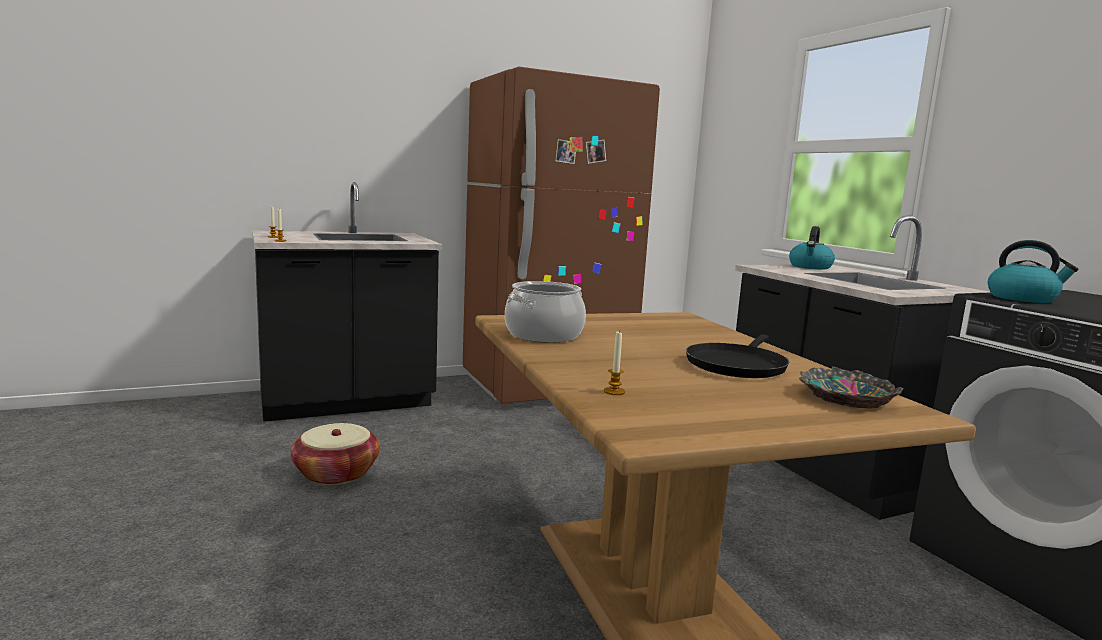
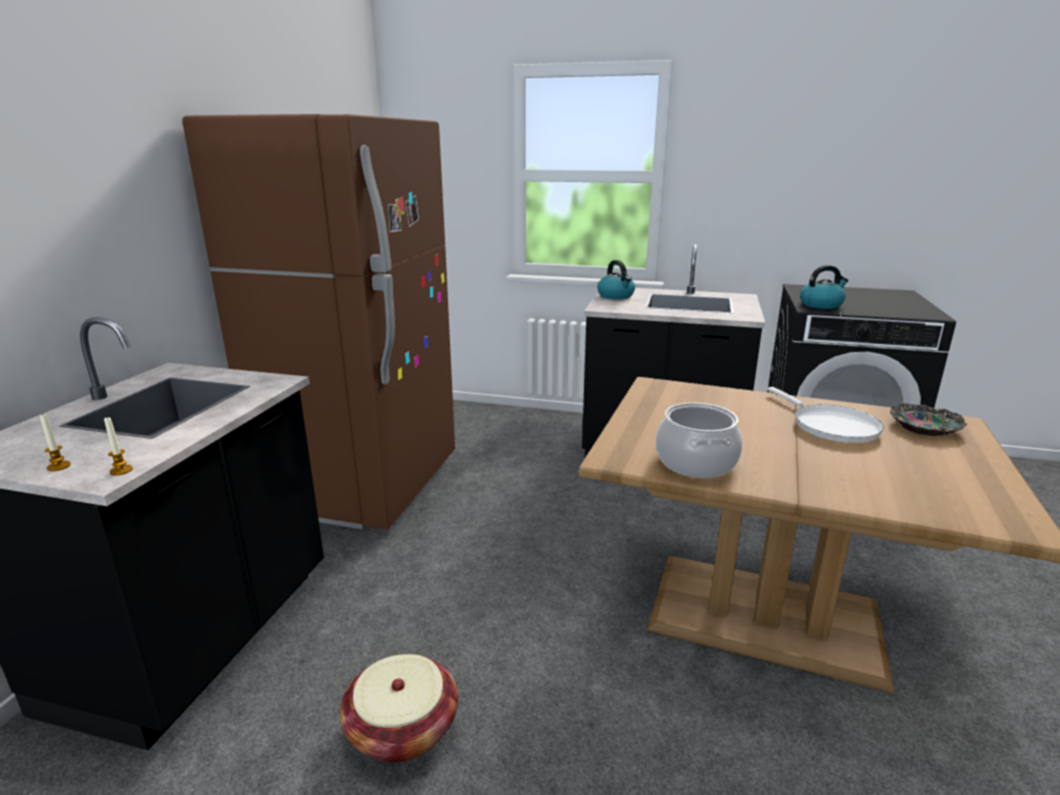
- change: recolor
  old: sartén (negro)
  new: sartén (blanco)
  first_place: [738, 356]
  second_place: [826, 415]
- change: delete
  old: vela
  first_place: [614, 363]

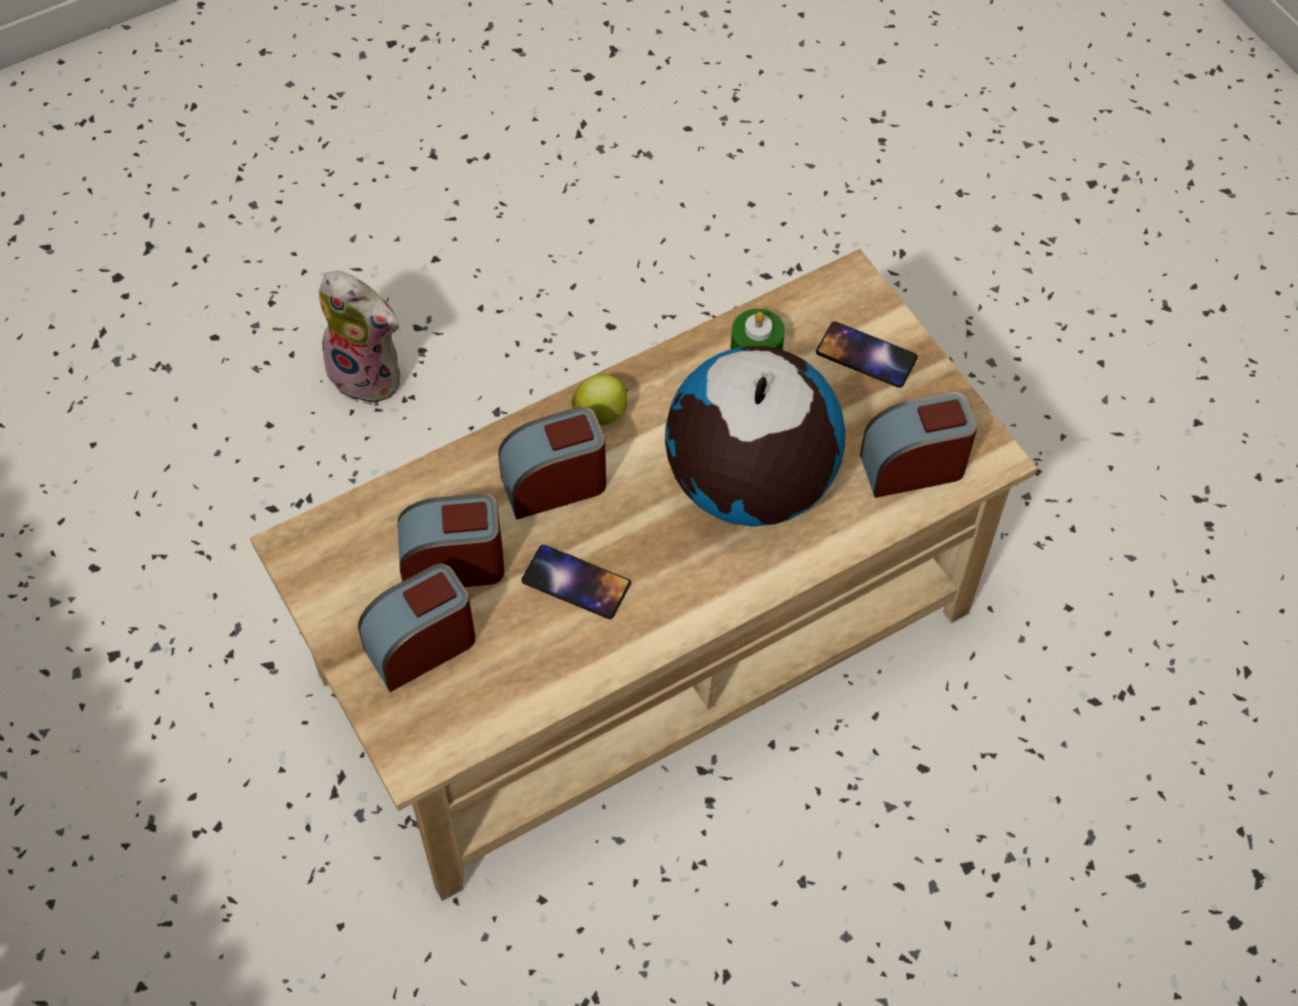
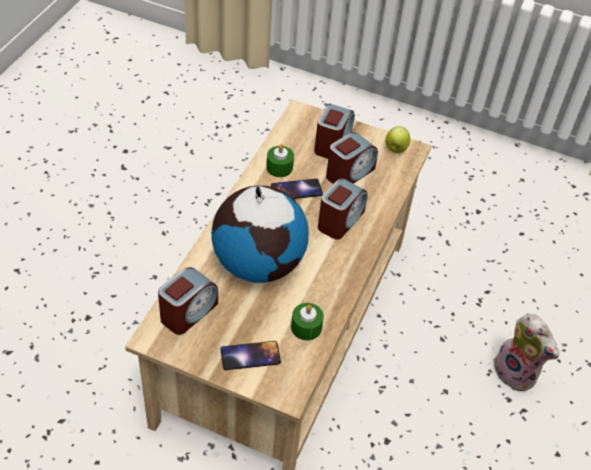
- change: insert
  new: vela (verde)
  second_place: [280, 160]
- change: move
  old: manzana
  first_place: [600, 400]
  second_place: [397, 139]
- change: rotate
  old: peluche
  first_place: [359, 338]
  second_place: [526, 352]
  degrees: -120

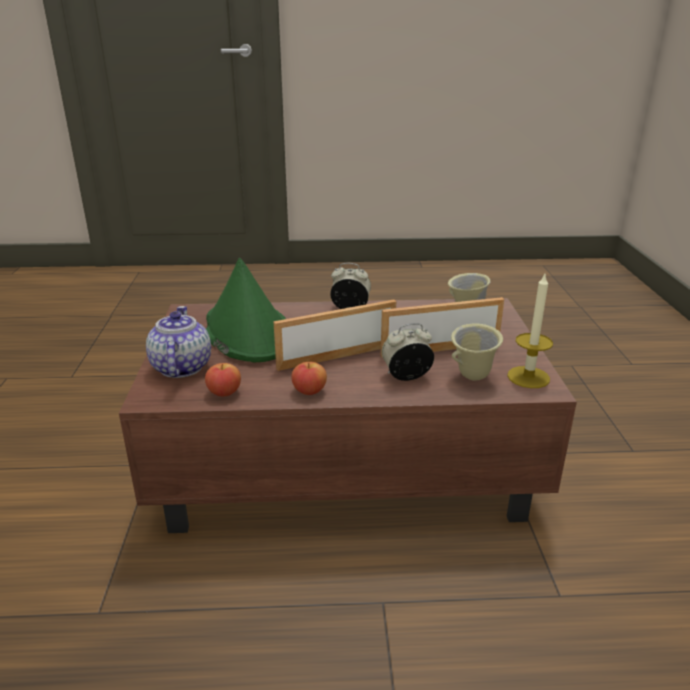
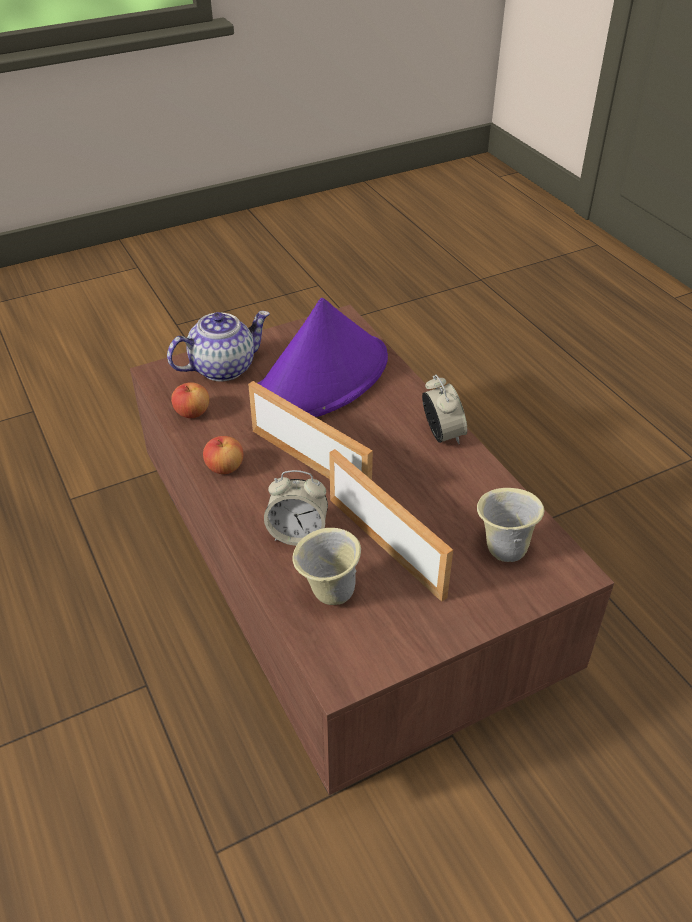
- change: recolor
  old: sombrero (verde)
  new: sombrero (morado)
  first_place: [246, 310]
  second_place: [323, 357]
- change: rotate
  old: despertador
  first_place: [408, 352]
  second_place: [296, 508]
  degrees: 135
- change: delete
  old: vela
  first_place: [530, 330]

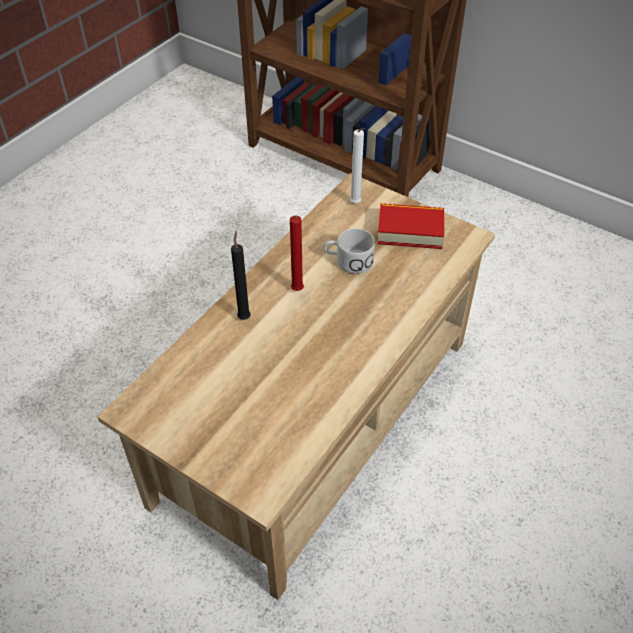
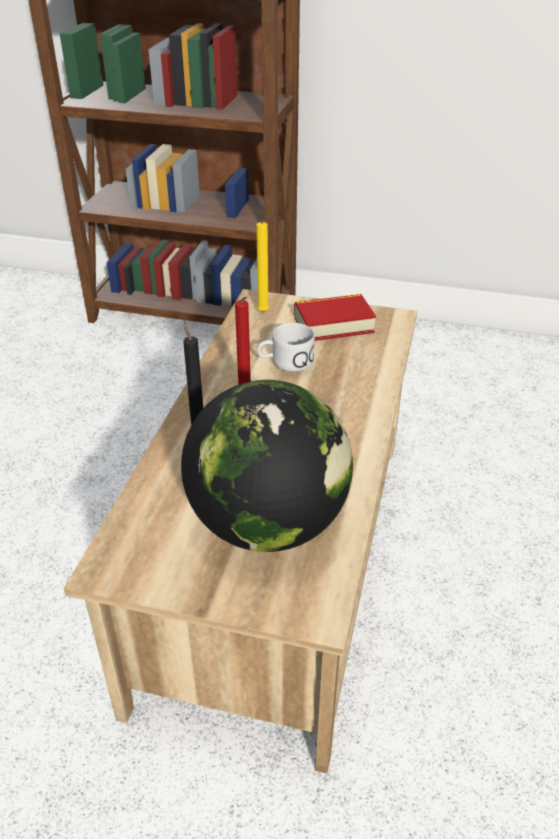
- change: insert
  new: globo terráqueo
  second_place: [267, 466]
- change: recolor
  old: vela (blanco)
  new: vela (amarillo)
  first_place: [357, 165]
  second_place: [263, 264]

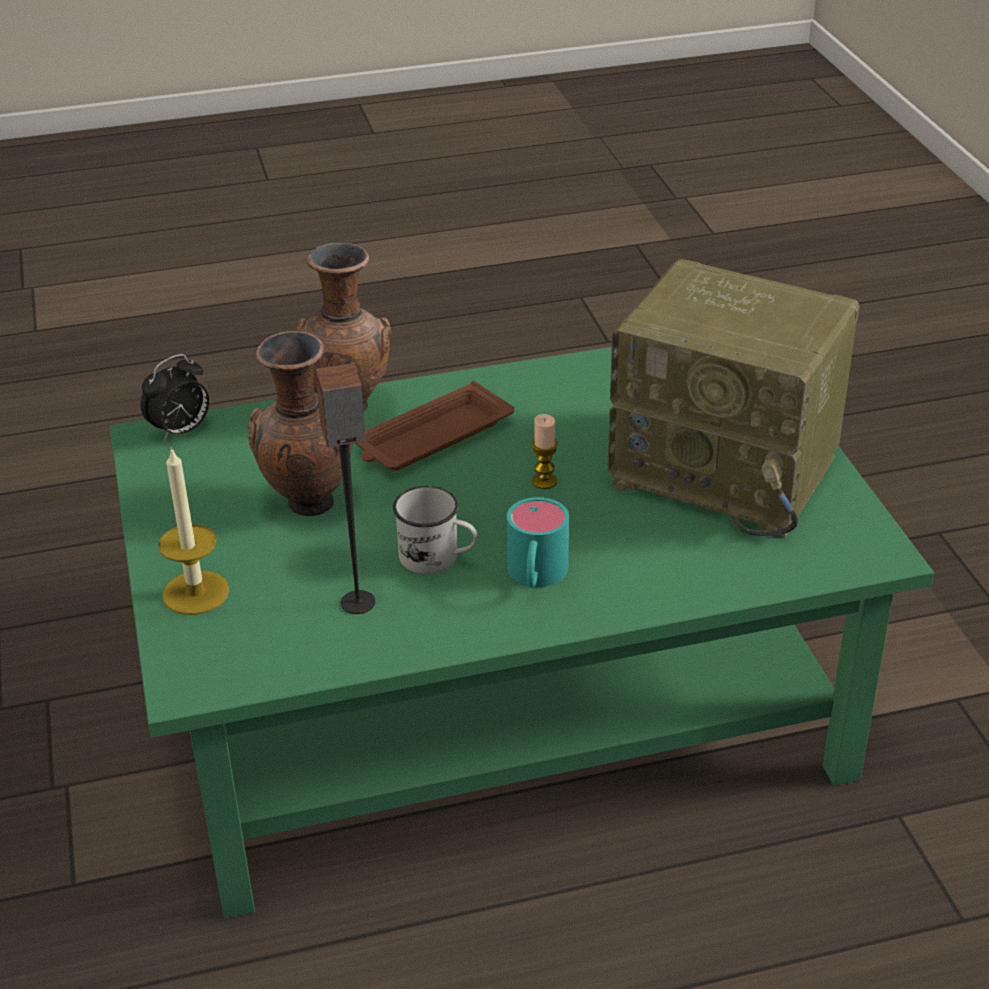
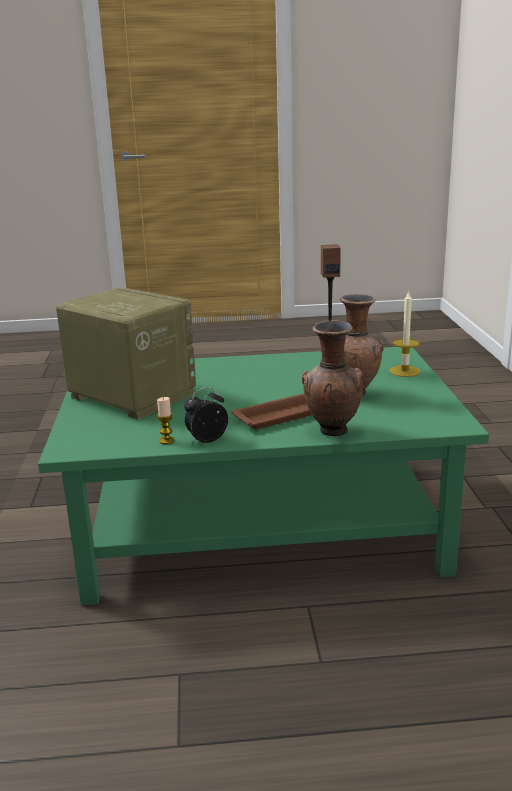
- change: move
  old: vela
  first_place: [545, 451]
  second_place: [166, 420]
- change: move
  old: despertador
  first_place: [174, 398]
  second_place: [206, 415]
- change: delete
  old: taza grande (blanco)
  first_place: [435, 530]
- change: delete
  old: taza grande (turquesa)
  first_place: [538, 542]

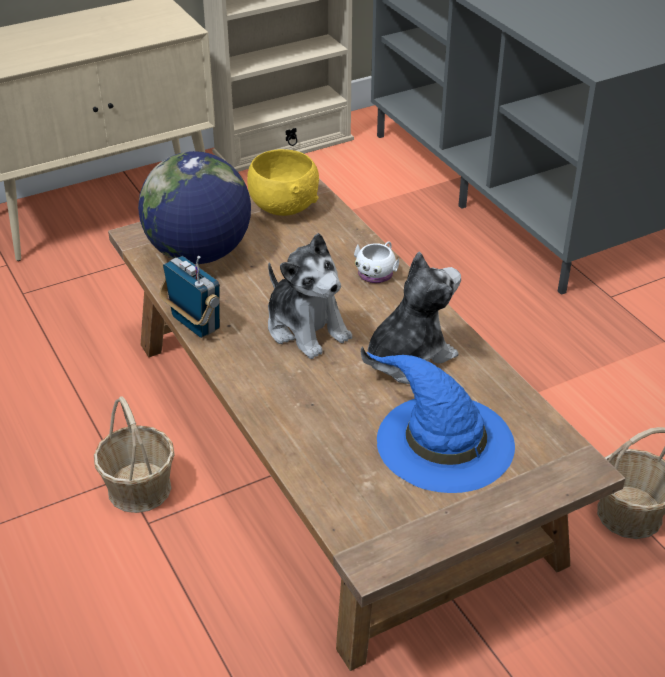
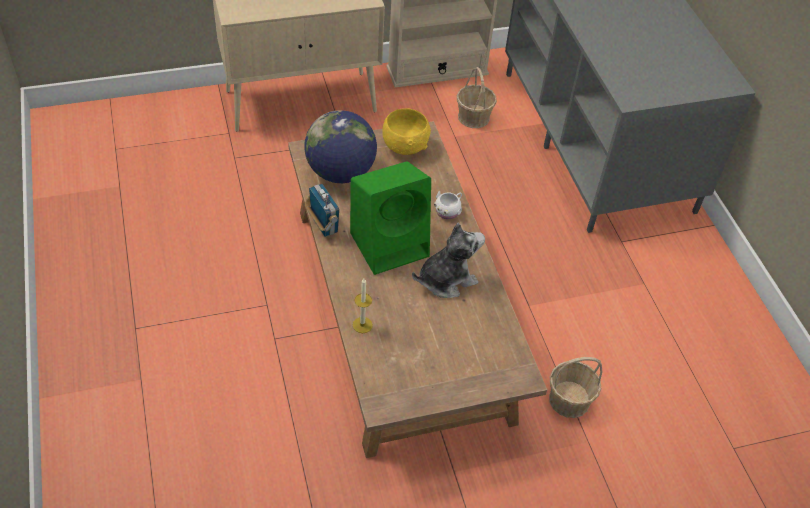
- change: replace
  old: peluche
  new: altavoz (verde)
  first_place: [310, 296]
  second_place: [390, 218]
- change: insert
  new: vela
  second_place: [363, 306]
- change: move
  old: cesta
  first_place: [134, 454]
  second_place: [477, 97]
- change: delete
  old: sombrero (azul)
  first_place: [441, 422]

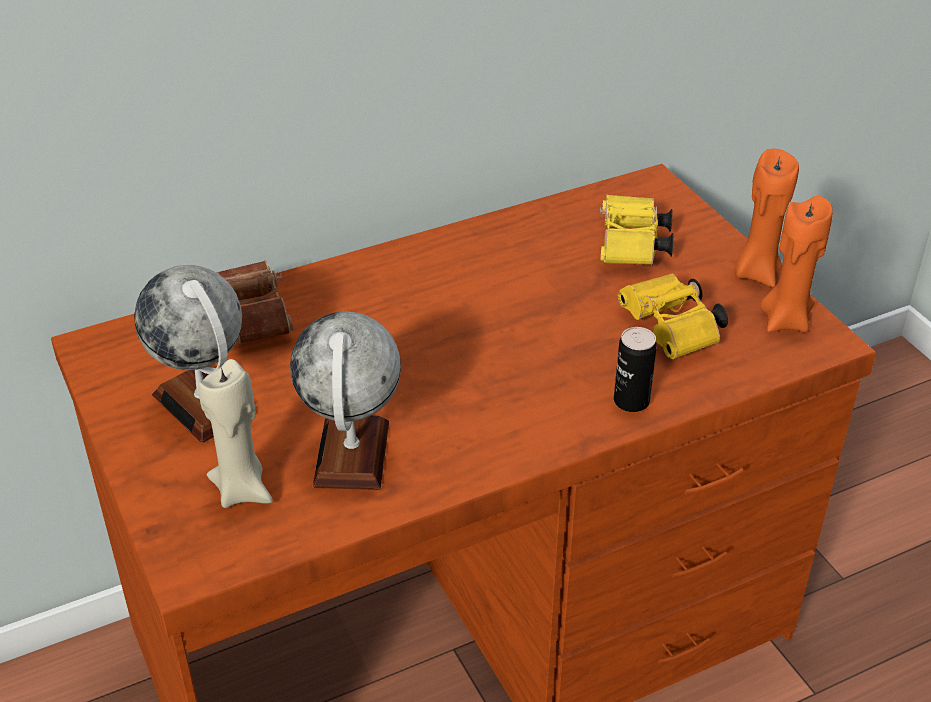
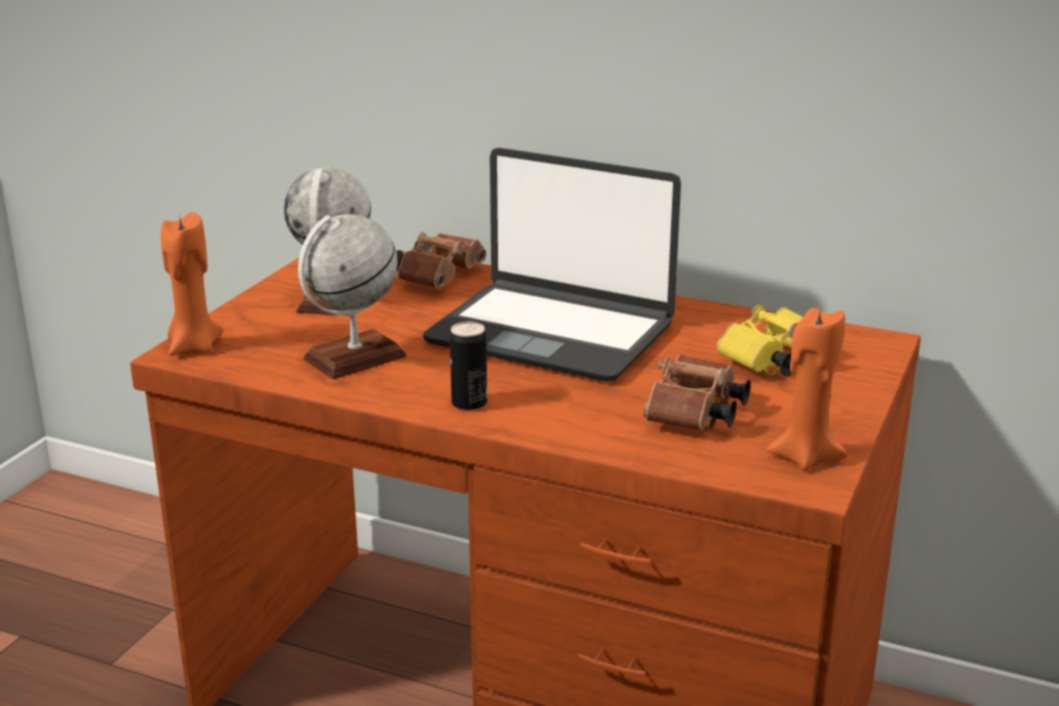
- change: move
  old: vela (naranja)
  first_place: [766, 218]
  second_place: [192, 284]
- change: insert
  new: portátil
  second_place: [552, 265]
- change: move
  old: lata
  first_place: [635, 369]
  second_place: [468, 366]
- change: recolor
  old: prismáticos (amarillo)
  new: prismáticos (marrón)
  first_place: [672, 316]
  second_place: [697, 392]
- change: delete
  old: vela (beis)
  first_place: [235, 433]

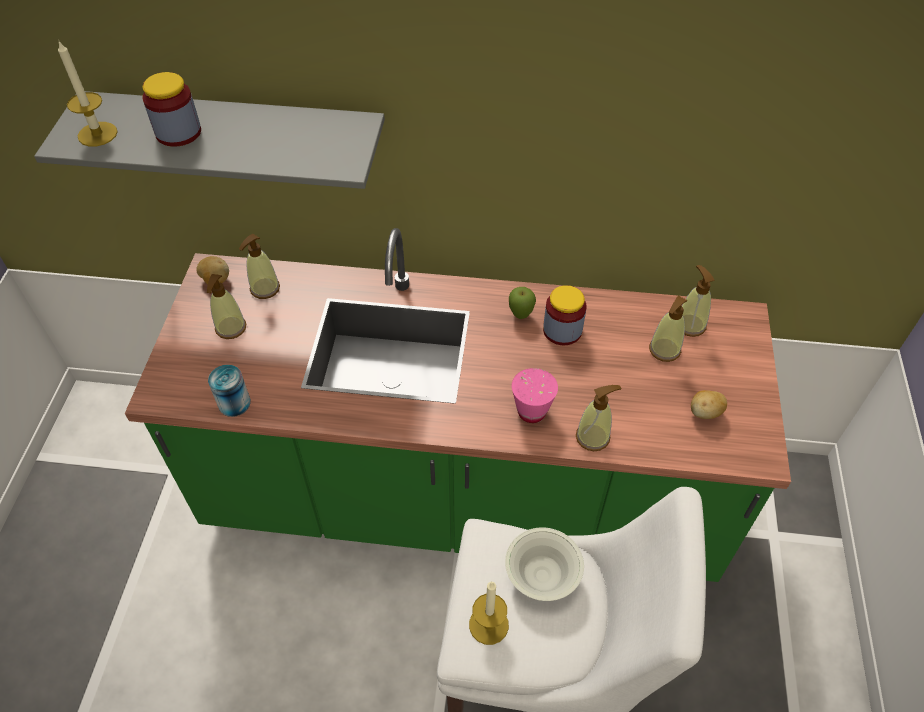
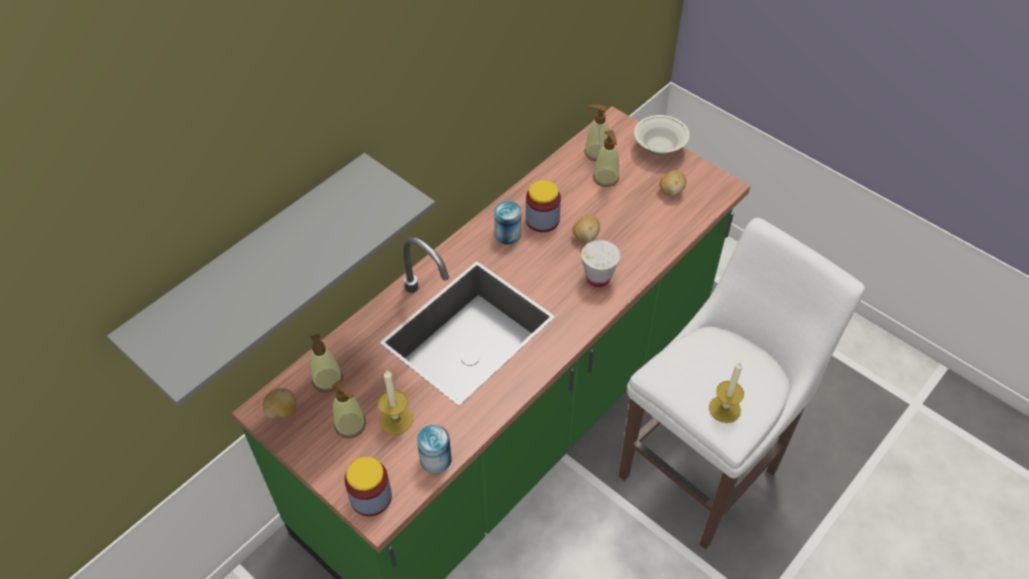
- change: move
  old: tarro
  first_place: [171, 109]
  second_place: [368, 486]
- change: move
  old: vela
  first_place: [88, 93]
  second_place: [395, 402]
- change: replace
  old: manzana
  new: lata
  first_place: [522, 303]
  second_place: [508, 223]
- change: insert
  new: patata
  second_place: [586, 228]
- change: recolor
  old: taza (rosa)
  new: taza (blanco)
  first_place: [535, 395]
  second_place: [600, 263]
- change: move
  old: cuenco (blanco)
  first_place: [544, 564]
  second_place: [662, 135]
- change: delete
  old: dispensador de jabón
  first_place: [599, 418]

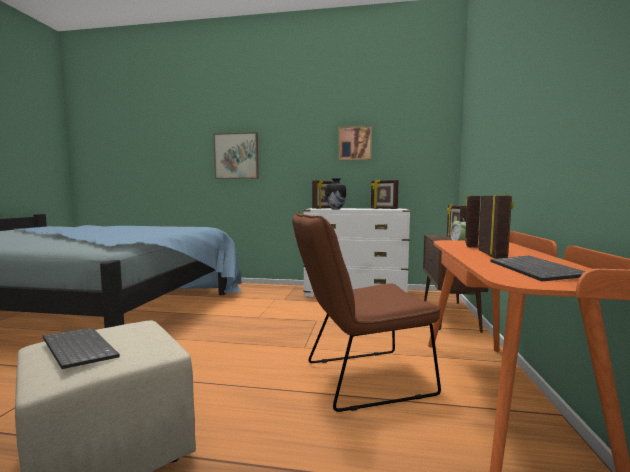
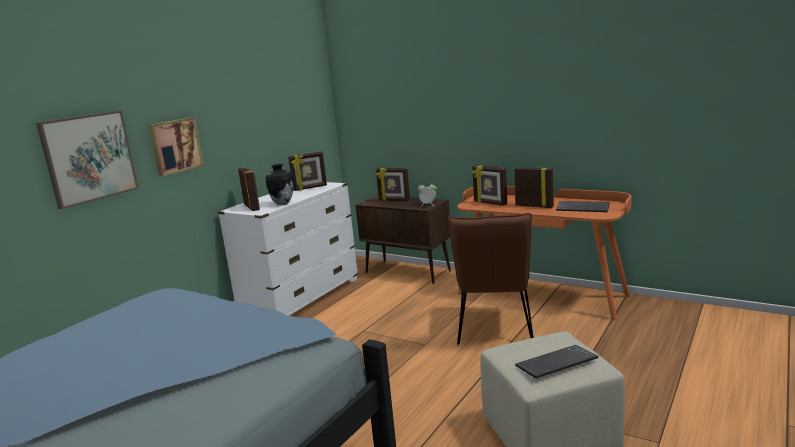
- change: move
  old: cuadro
  first_place: [355, 143]
  second_place: [176, 146]

